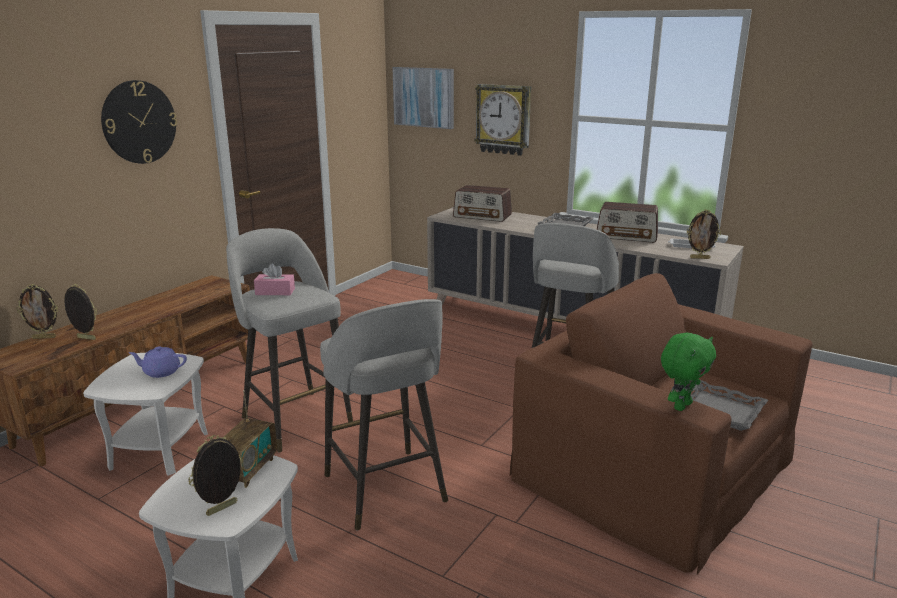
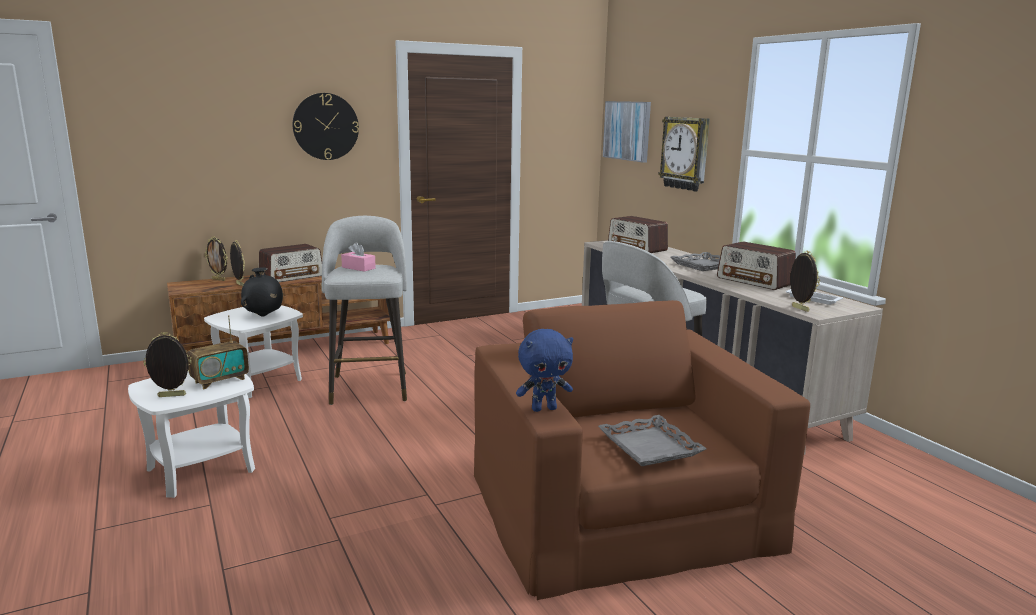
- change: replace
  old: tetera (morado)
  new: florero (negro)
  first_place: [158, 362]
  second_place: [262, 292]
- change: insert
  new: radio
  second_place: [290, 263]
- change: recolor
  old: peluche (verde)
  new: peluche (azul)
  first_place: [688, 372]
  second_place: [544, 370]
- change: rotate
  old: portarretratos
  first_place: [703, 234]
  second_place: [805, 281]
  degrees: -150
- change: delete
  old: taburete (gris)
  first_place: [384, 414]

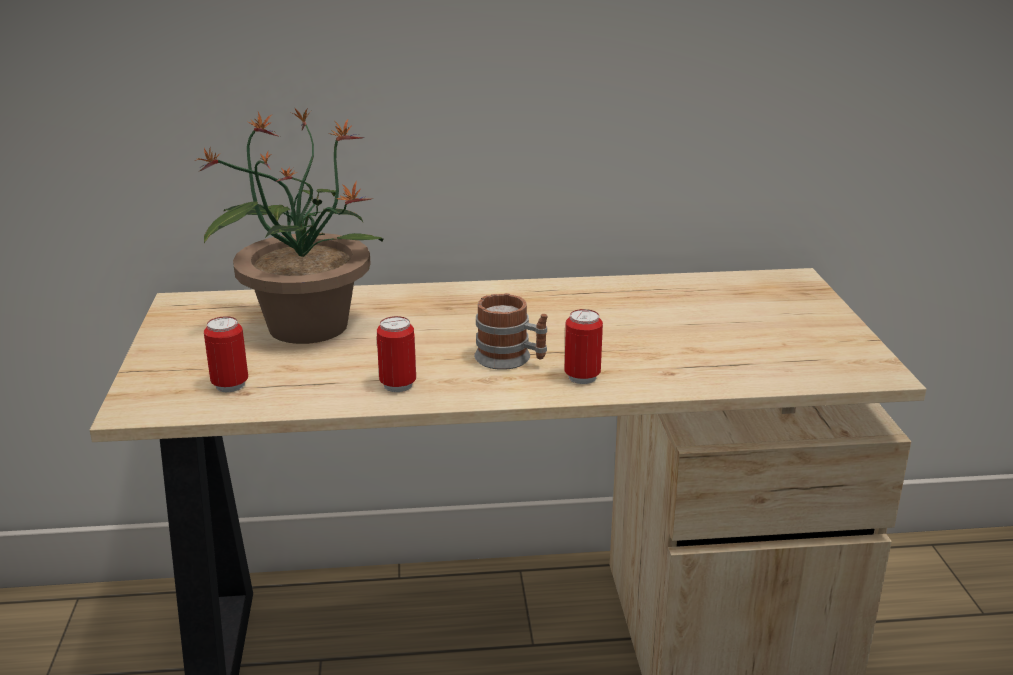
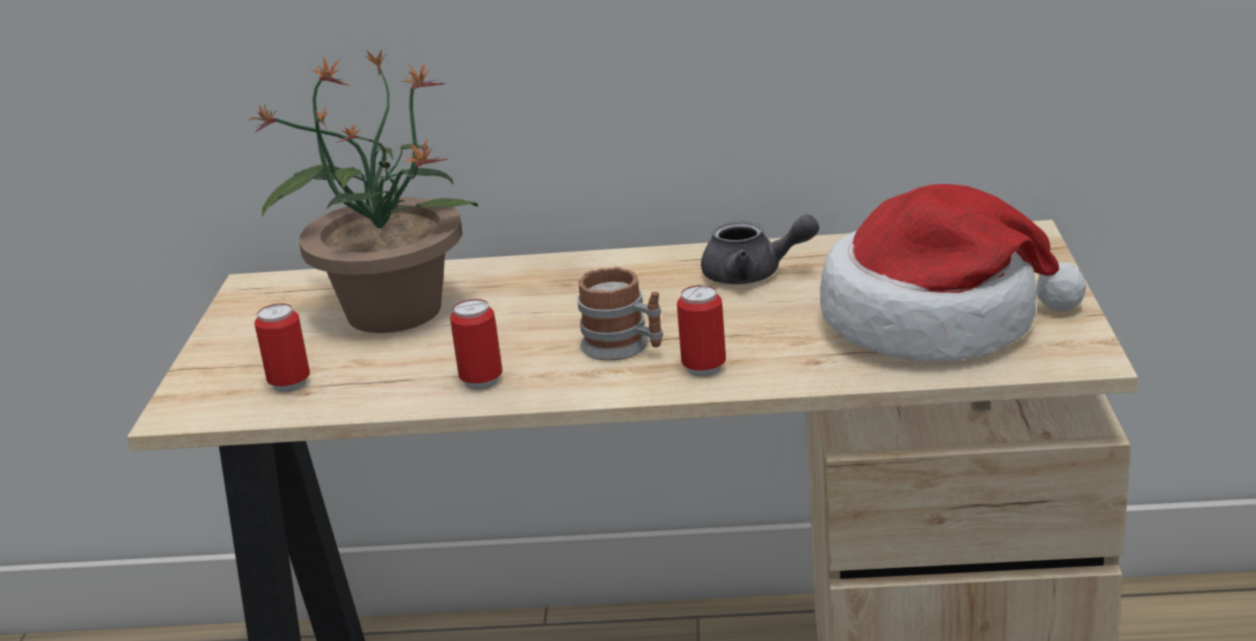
- change: insert
  new: tetera (gris)
  second_place: [760, 249]
- change: insert
  new: sombrero
  second_place: [953, 273]

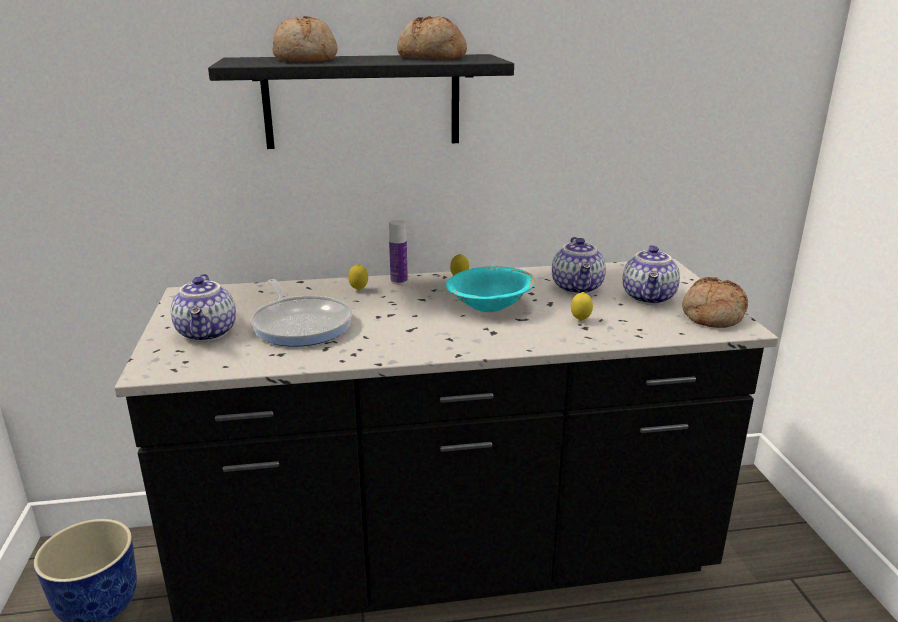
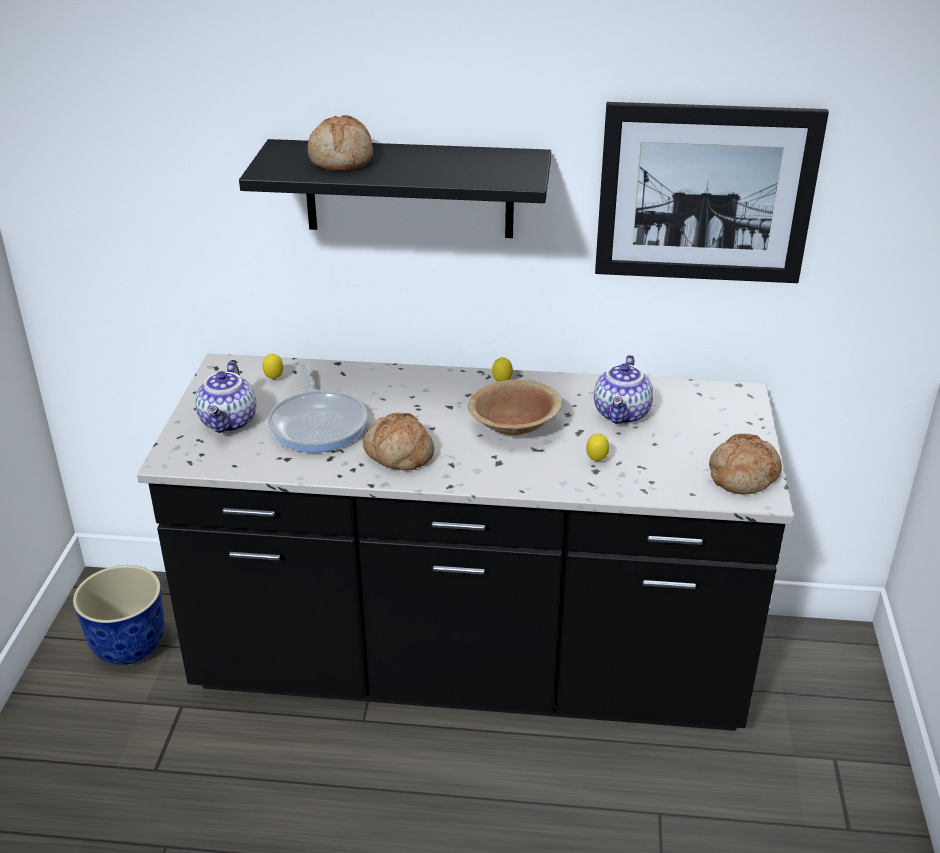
- change: move
  old: limón
  first_place: [358, 277]
  second_place: [273, 366]
- change: move
  old: pan
  first_place: [432, 37]
  second_place: [398, 442]
- change: recolor
  old: cuenco (turquesa)
  new: cuenco (marrón)
  first_place: [491, 289]
  second_place: [515, 407]
- change: insert
  new: cuadro
  second_place: [712, 192]
- change: delete
  old: botella
  first_place: [398, 252]
- change: delete
  old: tetera
  first_place: [651, 275]

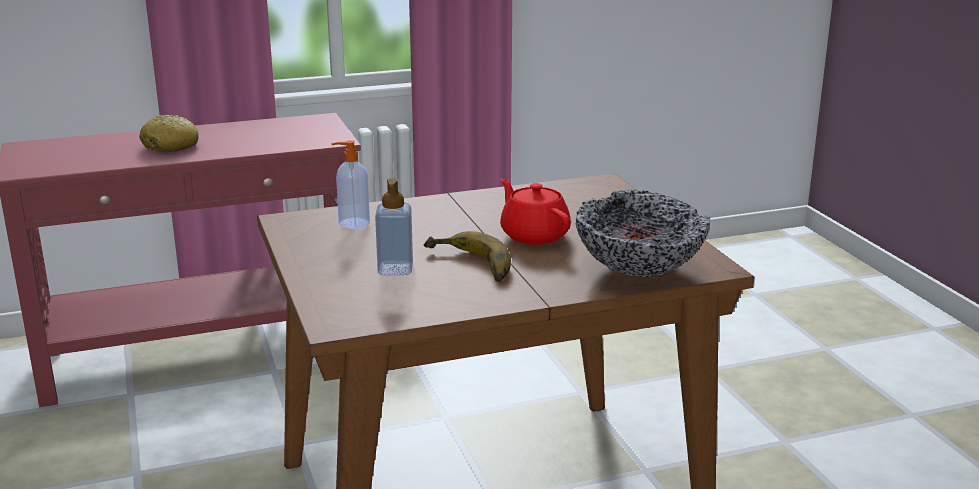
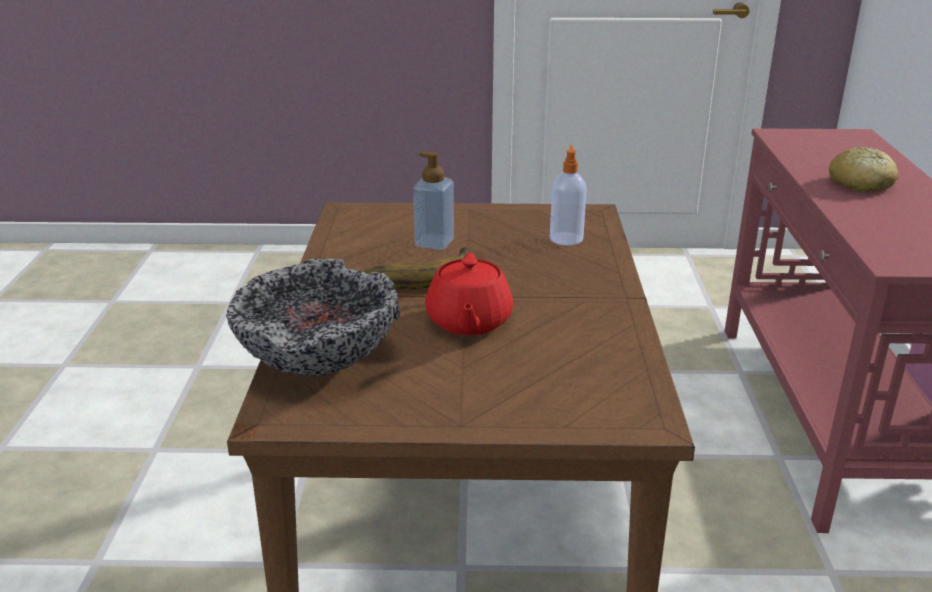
- change: rotate
  old: tetera (rojo)
  first_place: [535, 212]
  second_place: [469, 294]
  degrees: 105

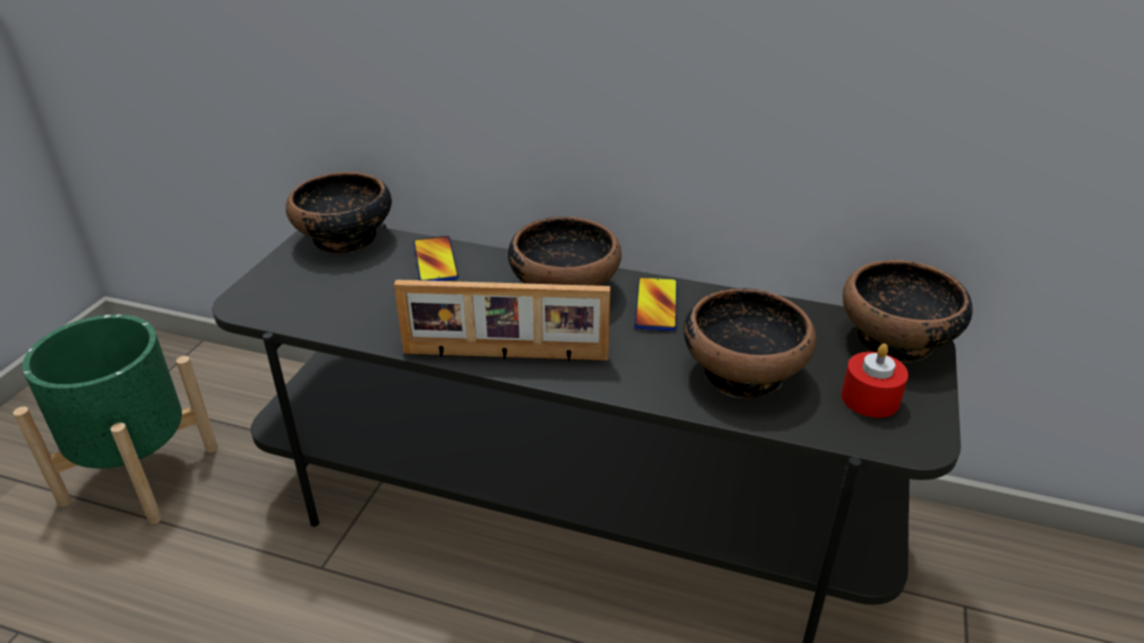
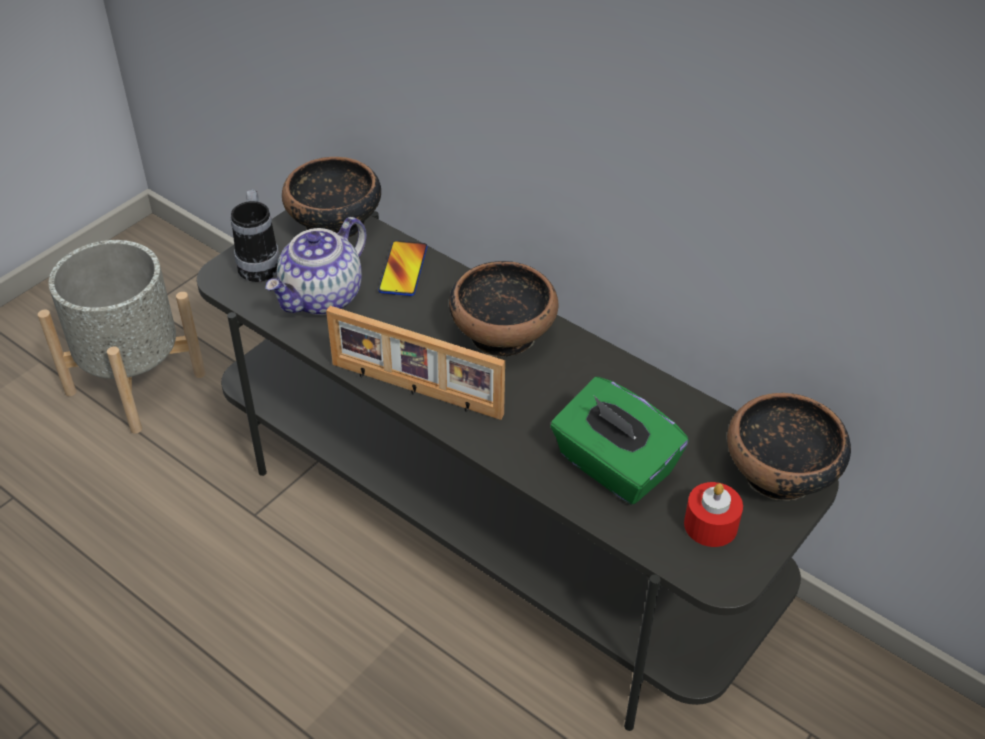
- change: recolor
  old: maceta (verde)
  new: maceta (gris)
  first_place: [115, 419]
  second_place: [122, 337]
- change: insert
  new: taza grande
  second_place: [255, 235]
- change: insert
  new: tetera
  second_place: [315, 266]
- change: replace
  old: cuenco
  new: caja de pañuelos (verde)
  first_place: [750, 343]
  second_place: [619, 441]
- change: delete
  old: móvil
  first_place: [656, 304]

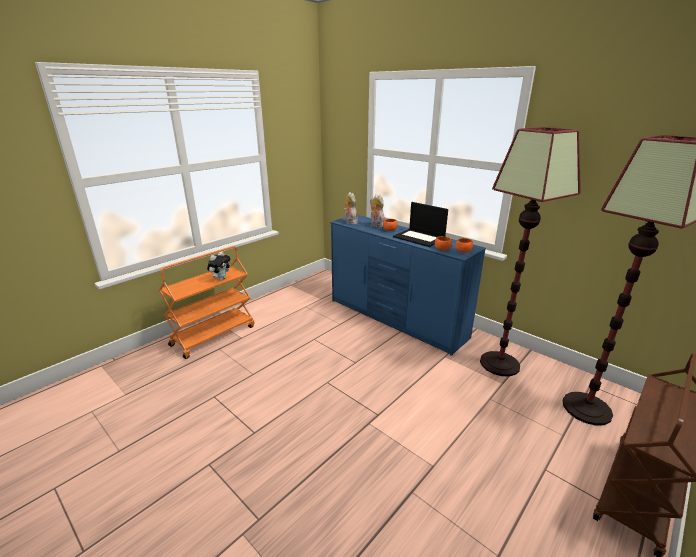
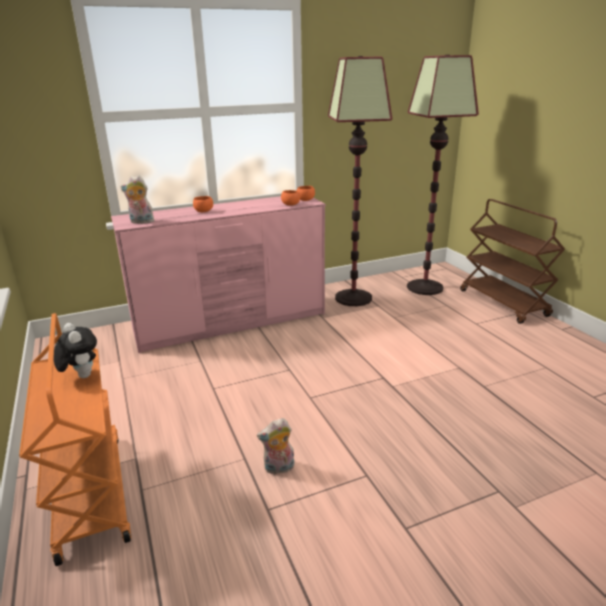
- change: recolor
  old: cómoda (azul)
  new: cómoda (rosa)
  first_place: [408, 285]
  second_place: [218, 274]
- change: move
  old: peluche
  first_place: [377, 211]
  second_place: [275, 446]
- change: delete
  old: portátil
  first_place: [420, 224]

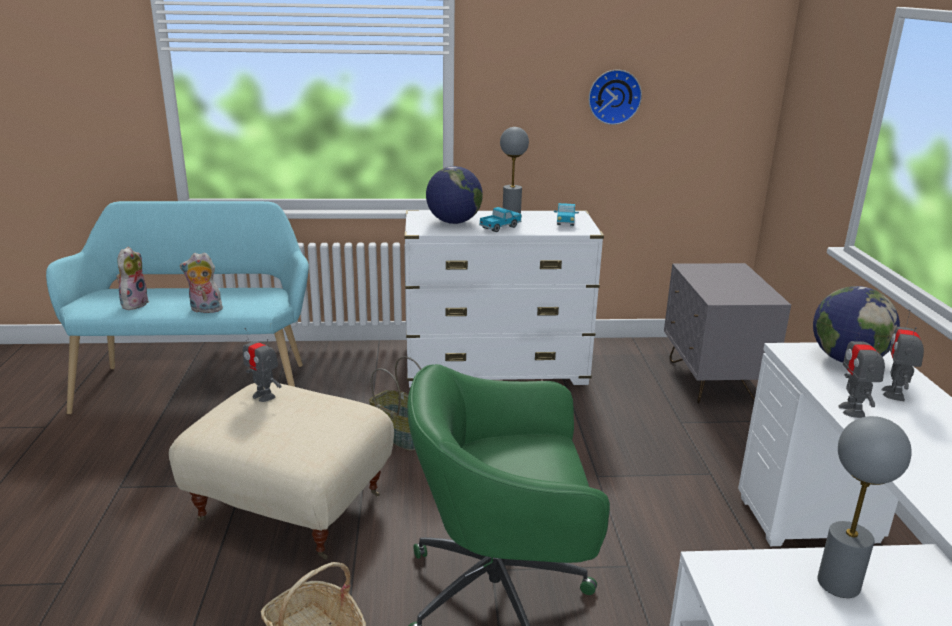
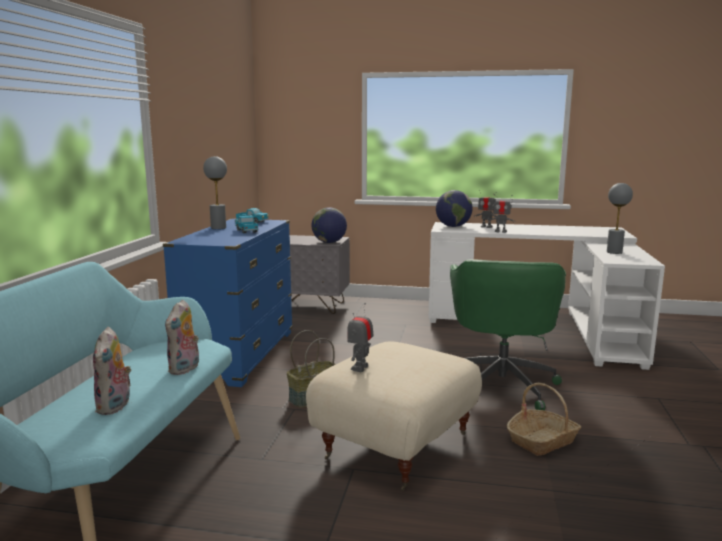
- change: rotate
  old: peluche
  first_place: [132, 278]
  second_place: [112, 371]
  degrees: -120
- change: recolor
  old: cómoda (blanco)
  new: cómoda (azul)
  first_place: [504, 298]
  second_place: [228, 302]
- change: move
  old: globo terráqueo
  first_place: [454, 195]
  second_place: [329, 225]
- change: rotate
  old: robot de juguete
  first_place: [262, 365]
  second_place: [360, 337]
  degrees: 150
- change: delete
  old: reloj de pared
  first_place: [615, 97]

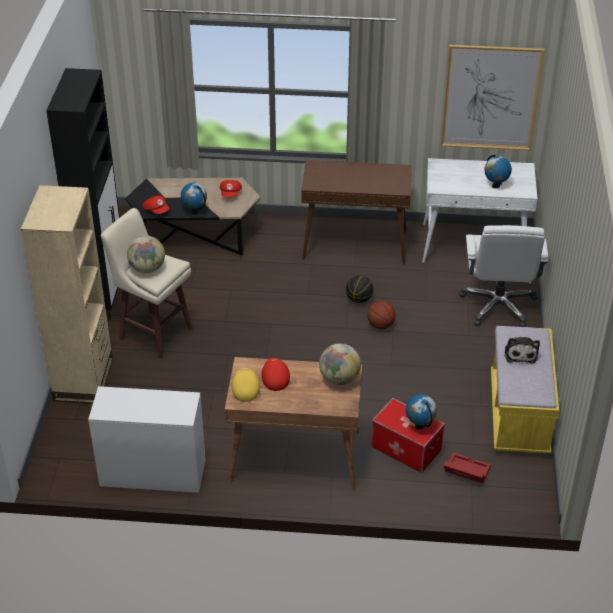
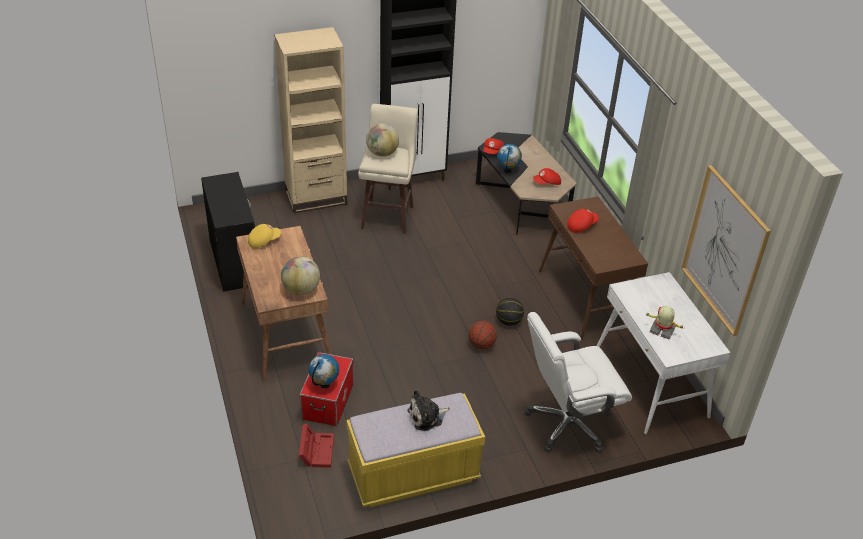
- change: recolor
  old: cómoda (blanco)
  new: cómoda (negro)
  first_place: [146, 439]
  second_place: [228, 232]
- change: move
  old: gorra (rojo)
  first_place: [276, 374]
  second_place: [583, 221]
- change: replace
  old: globo terráqueo
  new: robot de juguete
  first_place: [498, 171]
  second_place: [664, 322]

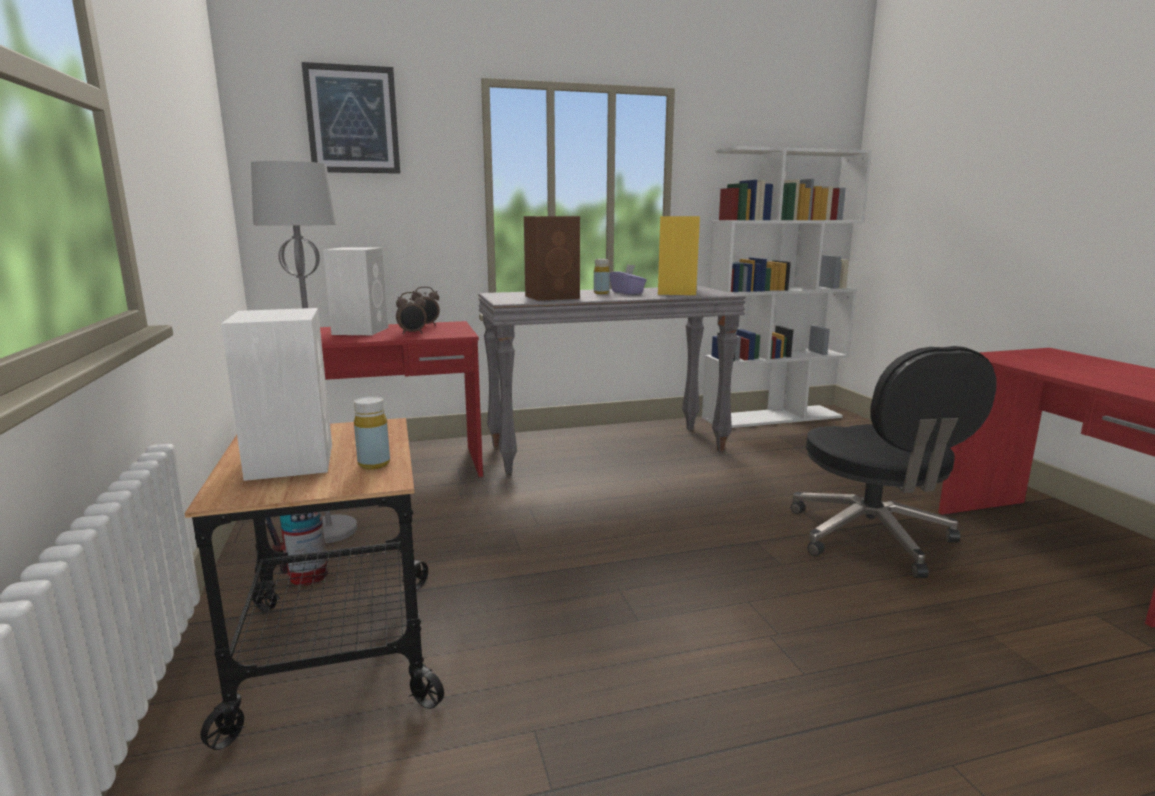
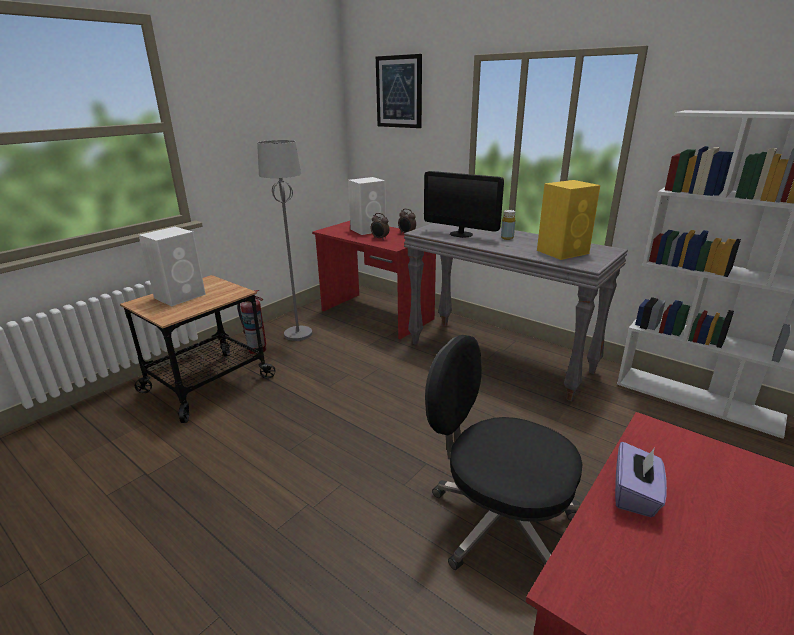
- change: replace
  old: altavoz (marrón)
  new: monitor
  first_place: [552, 258]
  second_place: [464, 204]
- change: rotate
  old: silla de oficina (negro)
  first_place: [894, 462]
  second_place: [503, 452]
  degrees: 75
- change: move
  old: caja de pañuelos (morado)
  first_place: [628, 279]
  second_place: [641, 479]
- change: delete
  old: botella (amarillo)
  first_place: [372, 432]

